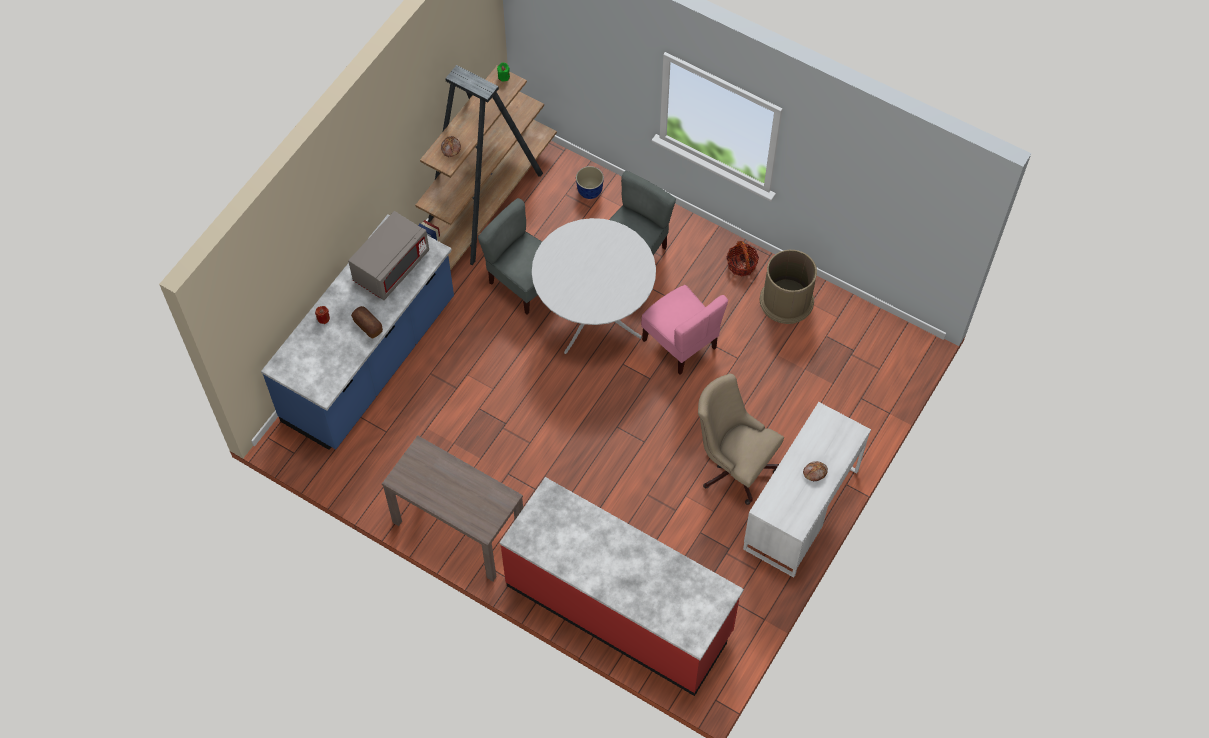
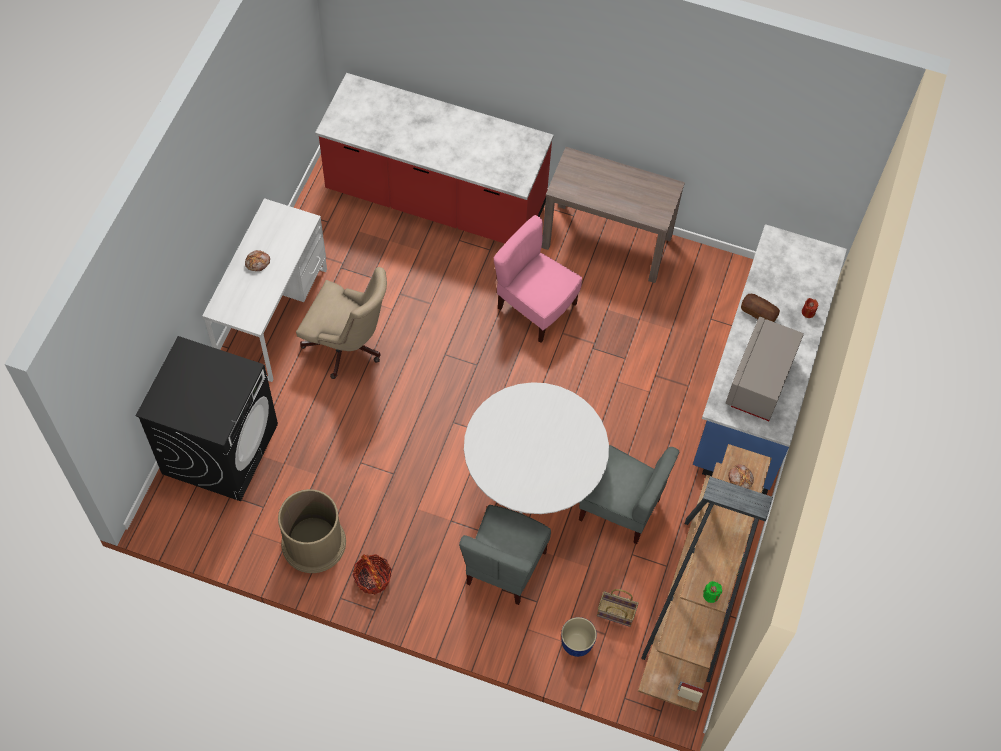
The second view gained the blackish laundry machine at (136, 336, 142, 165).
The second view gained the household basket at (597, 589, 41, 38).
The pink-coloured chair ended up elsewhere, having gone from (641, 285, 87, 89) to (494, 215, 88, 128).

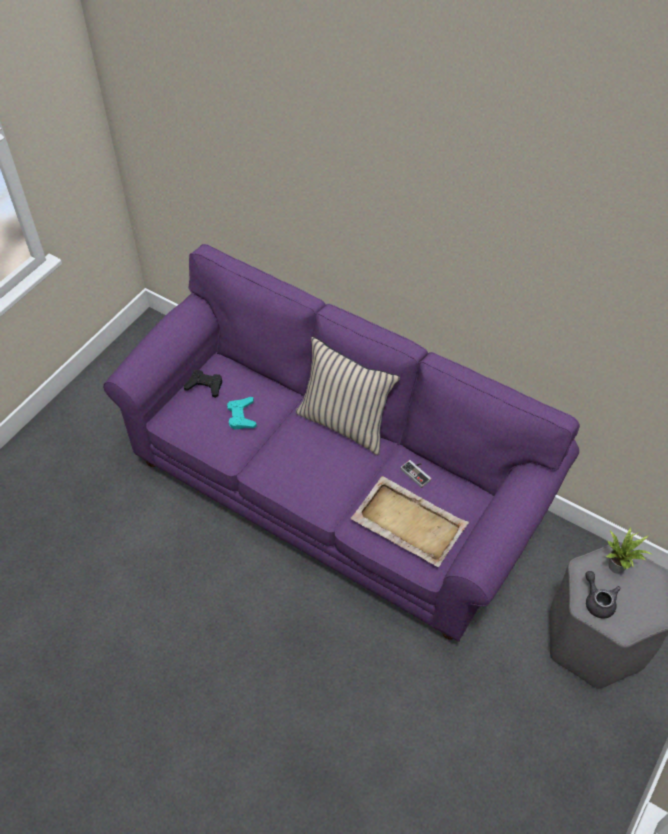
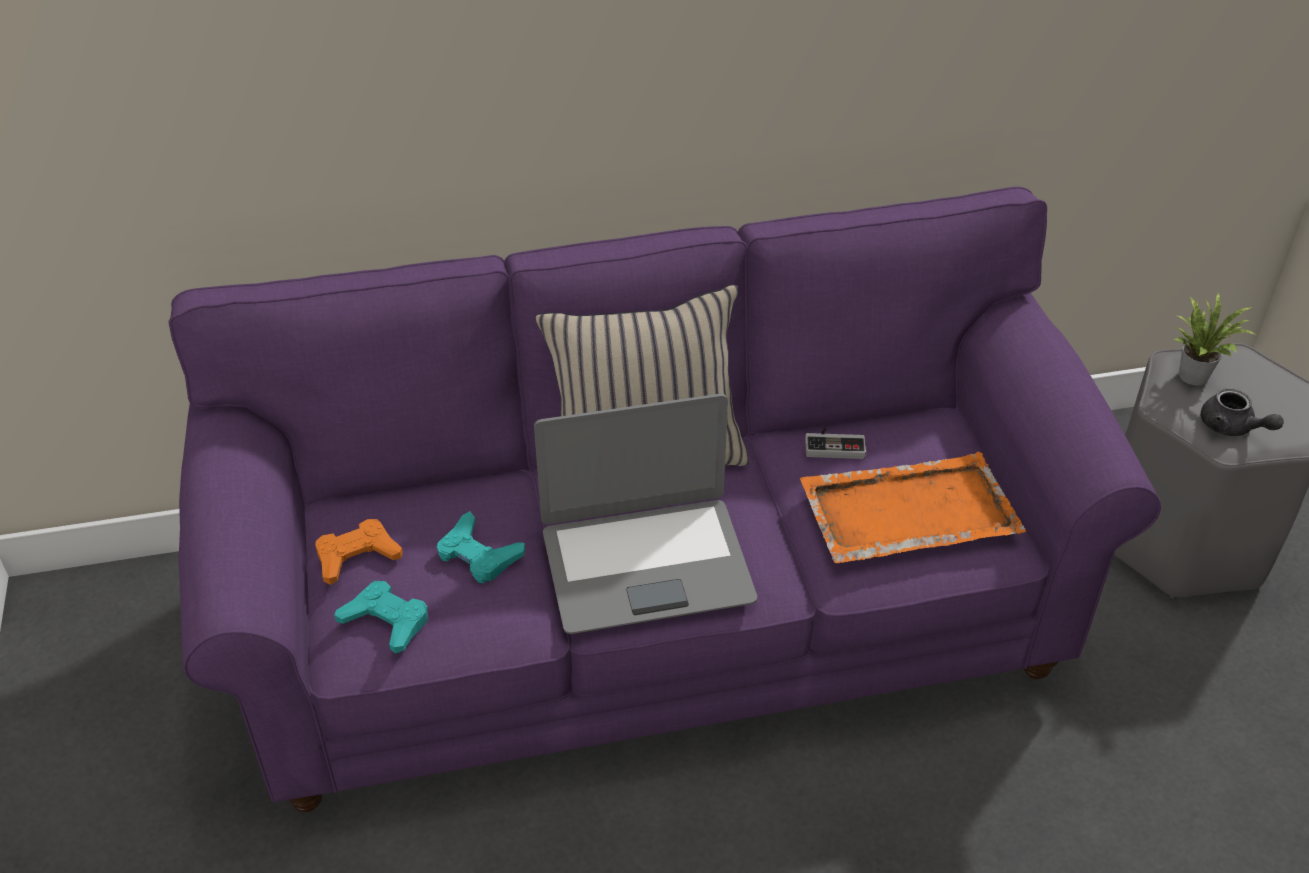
The second view gained the turquoise-coloured gamepad at (334, 581, 94, 73).
The second view gained the laptop at (534, 394, 223, 240).
What was the blackish gamepad at (184, 370, 38, 28) turned into the orange gamepad at (315, 519, 88, 66).
What was the beige carrying tray at (351, 476, 118, 91) turned into the orange carrying tray at (800, 452, 226, 111).
The greyish pot for tea at (585, 571, 36, 47) ended up facing another way, 150 degrees counterclockwise from before.

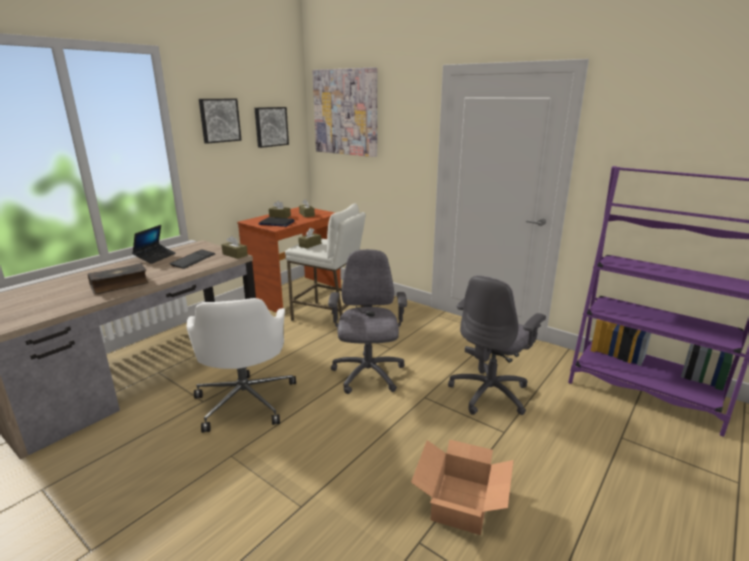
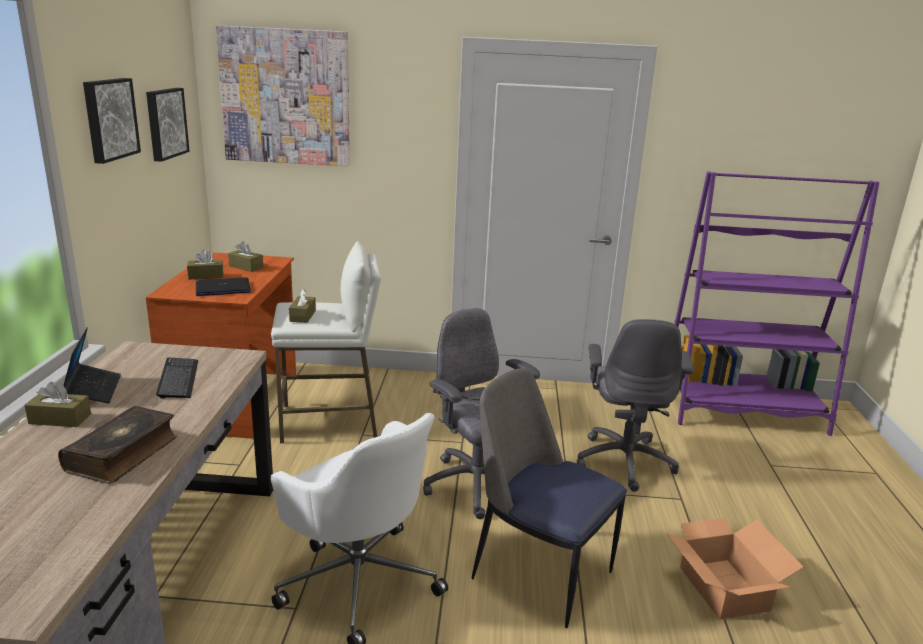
The second view gained the chair at (471, 368, 156, 260).
The brownish box of tissues ended up elsewhere, having gone from (222, 236, 26, 23) to (24, 382, 67, 45).

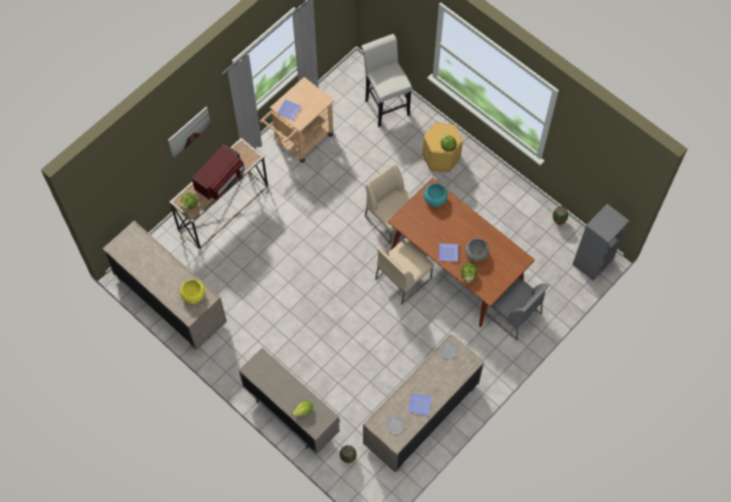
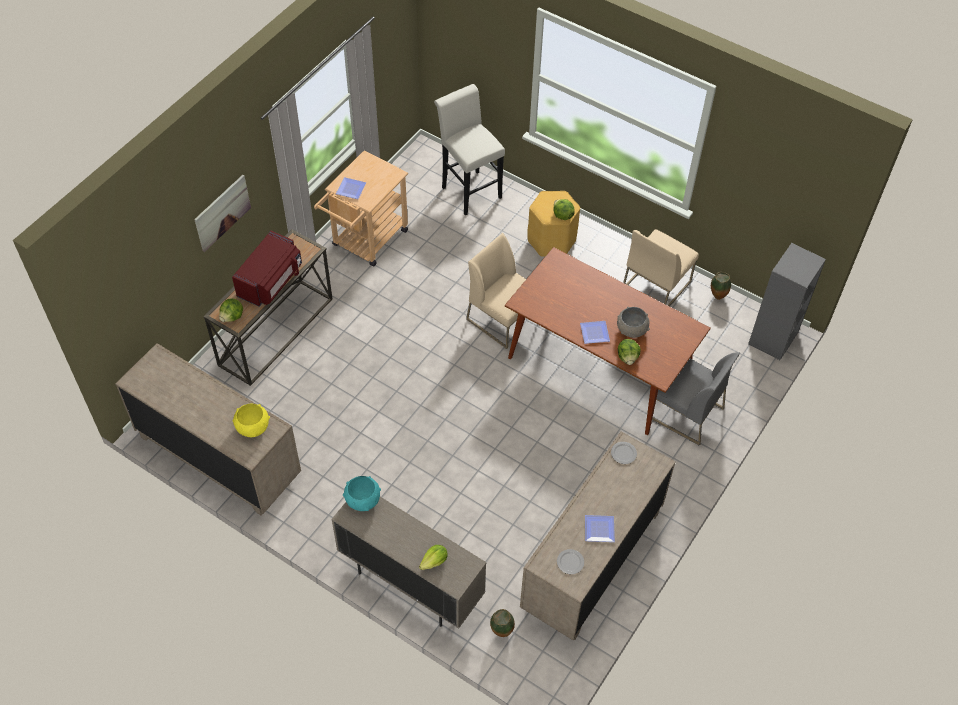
The beige chair ended up elsewhere, having gone from (375, 238, 59, 67) to (623, 229, 76, 77).
The turquoise-coloured serving bowl ended up elsewhere, having gone from (423, 184, 25, 23) to (343, 476, 38, 35).

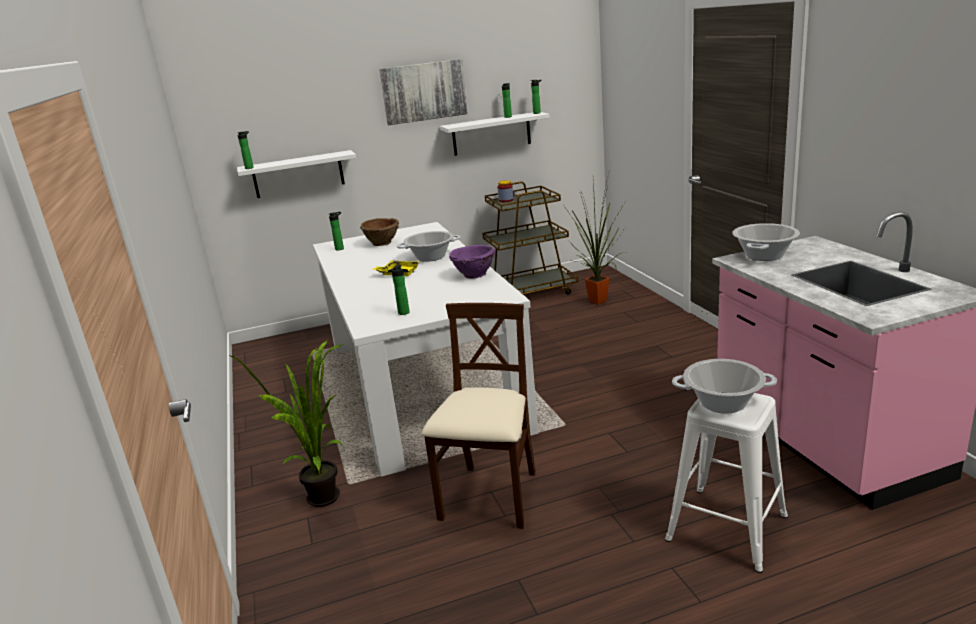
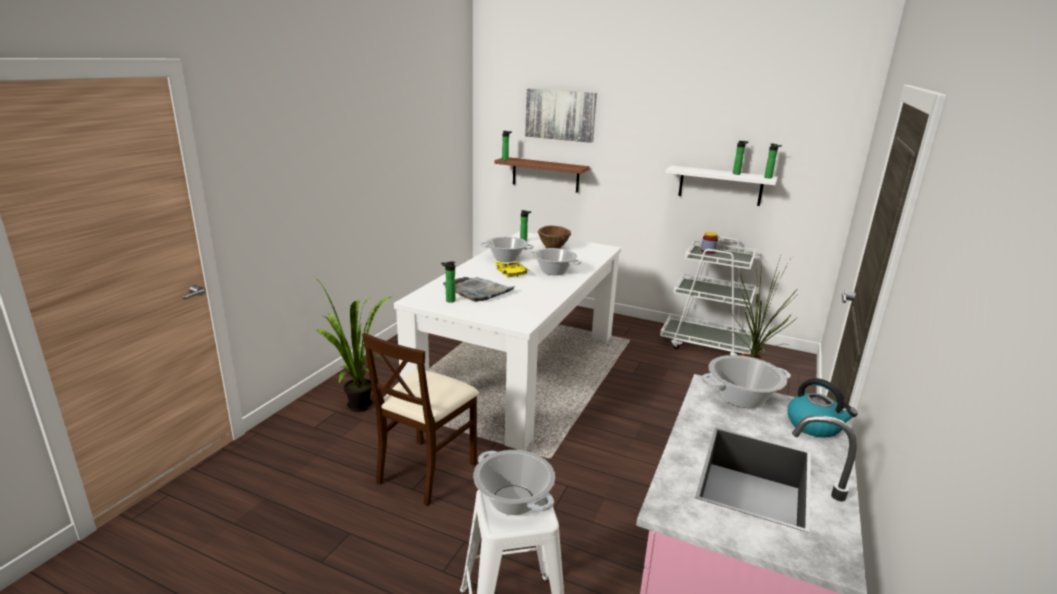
The second view lost the purplish serving bowl at (449, 245, 46, 34).
The second view gained the greyish carrying tray at (443, 277, 72, 25).
The second view gained the cooking pot at (480, 237, 54, 25).
The second view gained the kettle at (787, 378, 70, 60).
The wall art ended up elsewhere, having gone from (379, 59, 89, 66) to (525, 89, 72, 54).
What was the whitish shelf at (237, 150, 119, 48) turned into the brownish shelf at (494, 157, 96, 36).
What was the brownish wheeled cart at (482, 181, 96, 114) turned into the whitish wheeled cart at (660, 236, 96, 119).
The beige chair at (421, 303, 115, 226) ended up facing another way, 150 degrees clockwise from before.

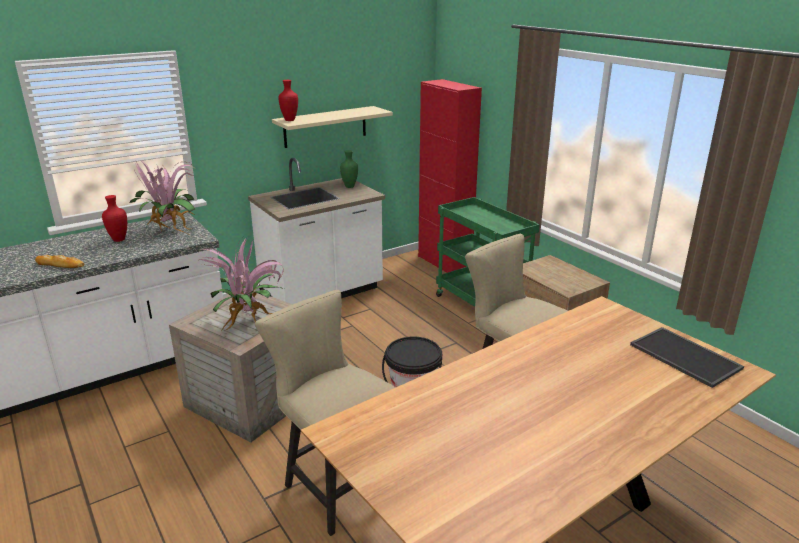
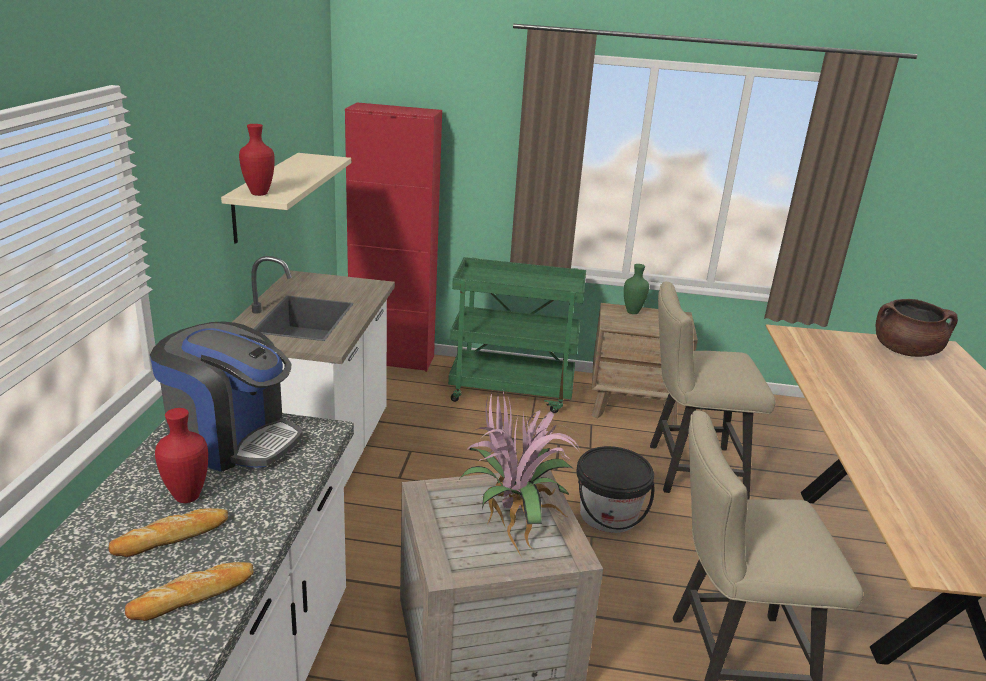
The second view gained the baked bread at (109, 508, 119, 49).
The green-coloured vase ended up elsewhere, having gone from (340, 150, 18, 38) to (624, 264, 25, 50).
Where the plant in a pot stood at (129, 159, 66, 74), the coffee brewer came to stand at (150, 321, 153, 151).
Where the carrying tray stood at (630, 327, 114, 61), the brownish cooking pot came to stand at (875, 299, 83, 58).

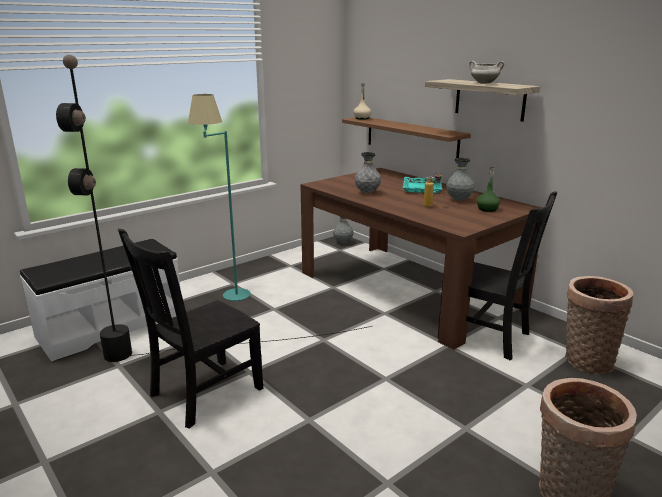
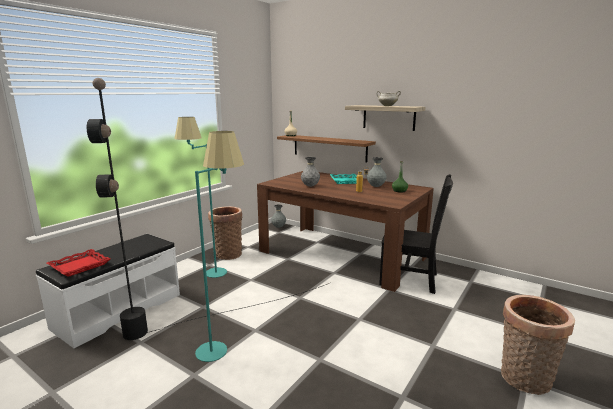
The second view gained the reddish carrying tray at (47, 249, 63, 28).
The household basket ended up elsewhere, having gone from (565, 276, 69, 98) to (208, 206, 35, 54).
Where the blackish chair stood at (118, 229, 145, 200), the turquoise-coloured standing lamp came to stand at (195, 131, 49, 231).

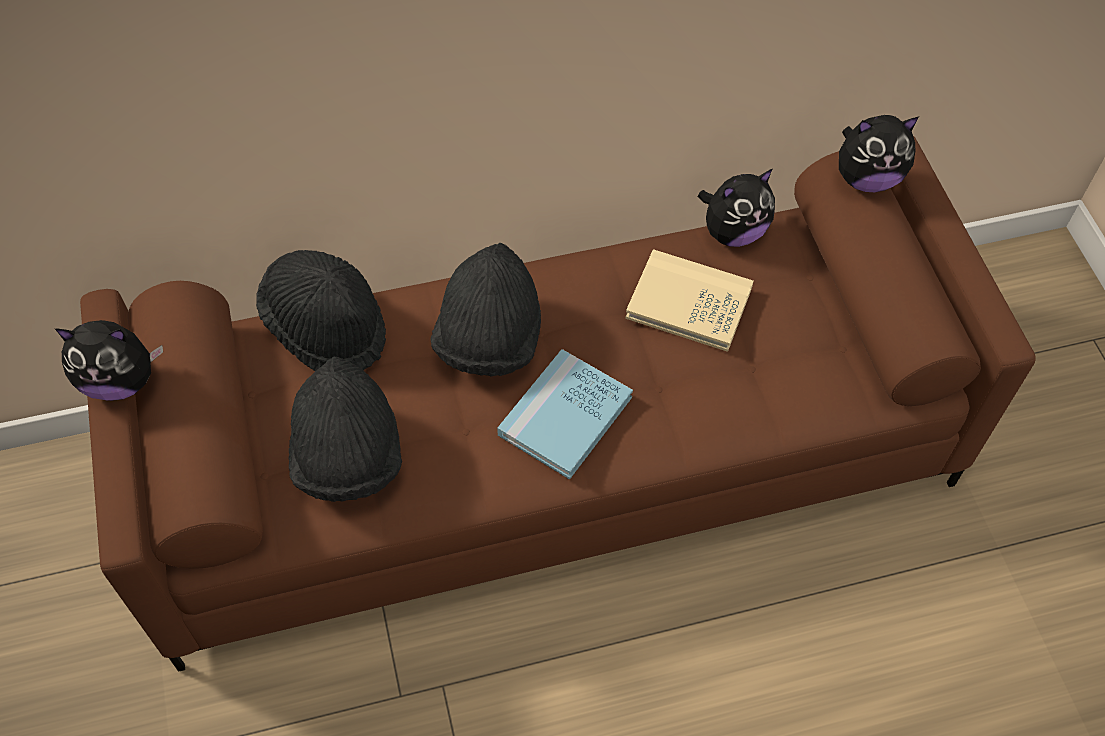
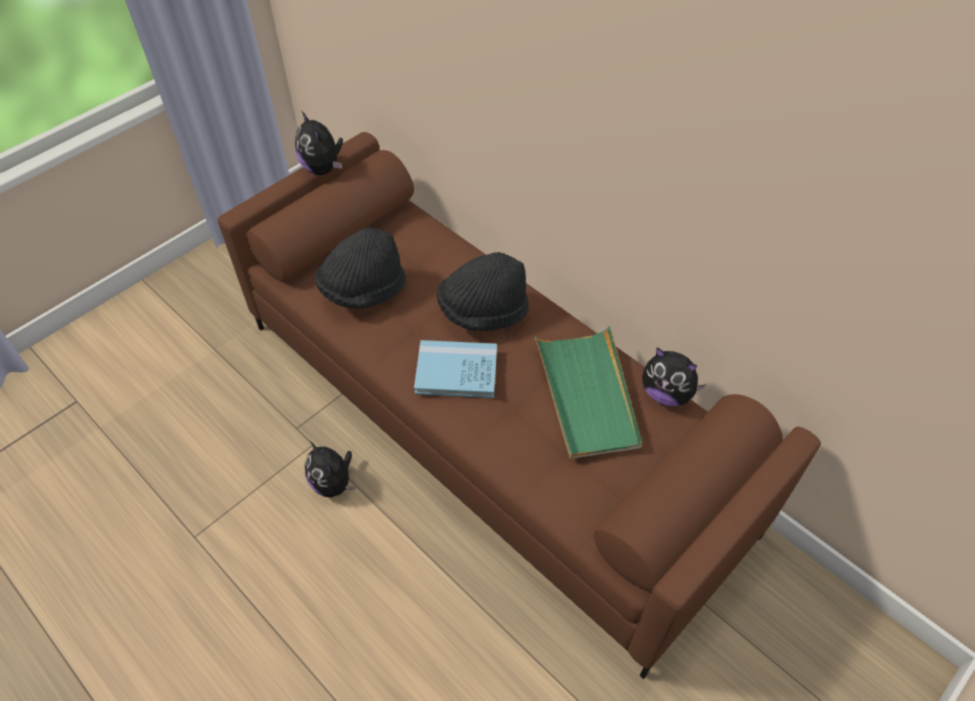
The second view lost the blackish clothing hat at (256, 250, 130, 121).
The plush toy ended up elsewhere, having gone from (839, 115, 80, 77) to (305, 442, 51, 55).
Where the beige bound book stood at (625, 249, 129, 103), the green-coloured carrying tray came to stand at (535, 326, 107, 133).

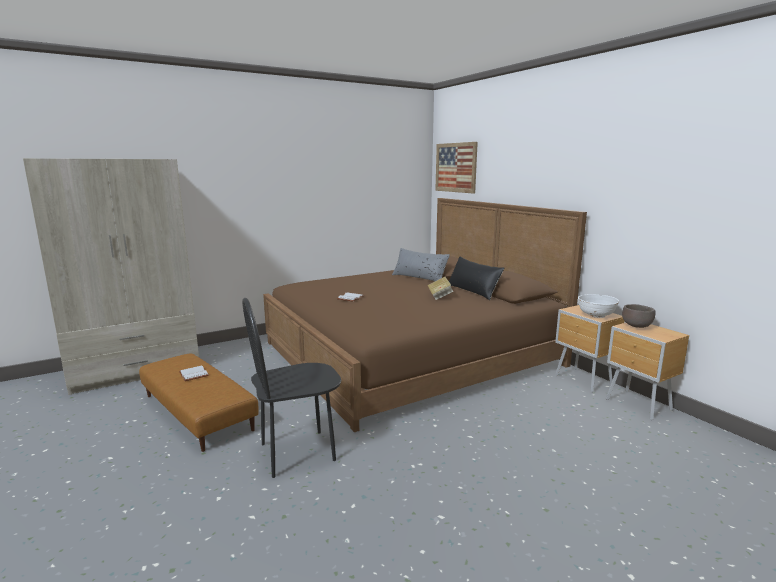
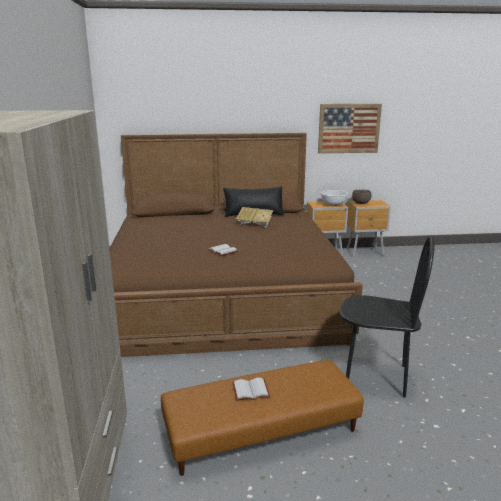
The second view lost the greyish pillow at (392, 248, 58, 33).
The wall art ended up elsewhere, having gone from (435, 142, 43, 52) to (318, 104, 64, 50).
The blackish chair at (242, 298, 99, 180) ended up facing another way, 75 degrees counterclockwise from before.

